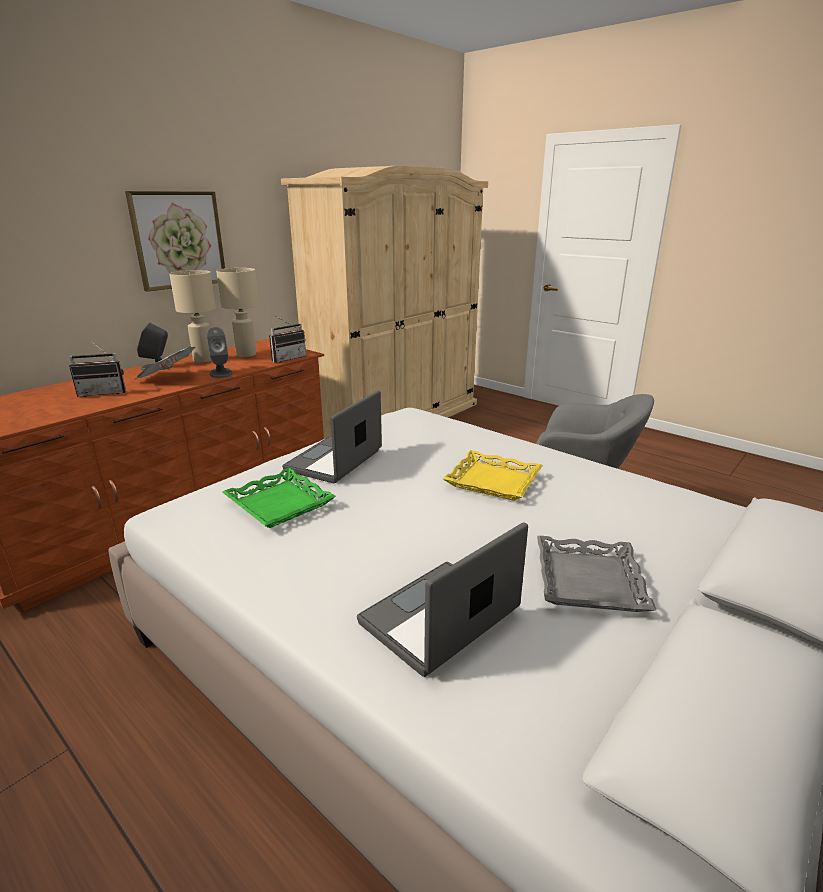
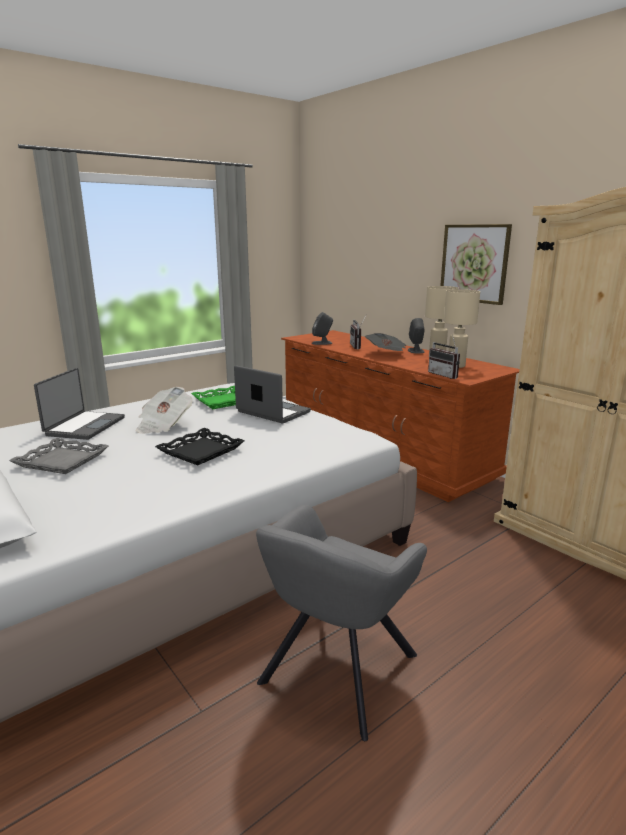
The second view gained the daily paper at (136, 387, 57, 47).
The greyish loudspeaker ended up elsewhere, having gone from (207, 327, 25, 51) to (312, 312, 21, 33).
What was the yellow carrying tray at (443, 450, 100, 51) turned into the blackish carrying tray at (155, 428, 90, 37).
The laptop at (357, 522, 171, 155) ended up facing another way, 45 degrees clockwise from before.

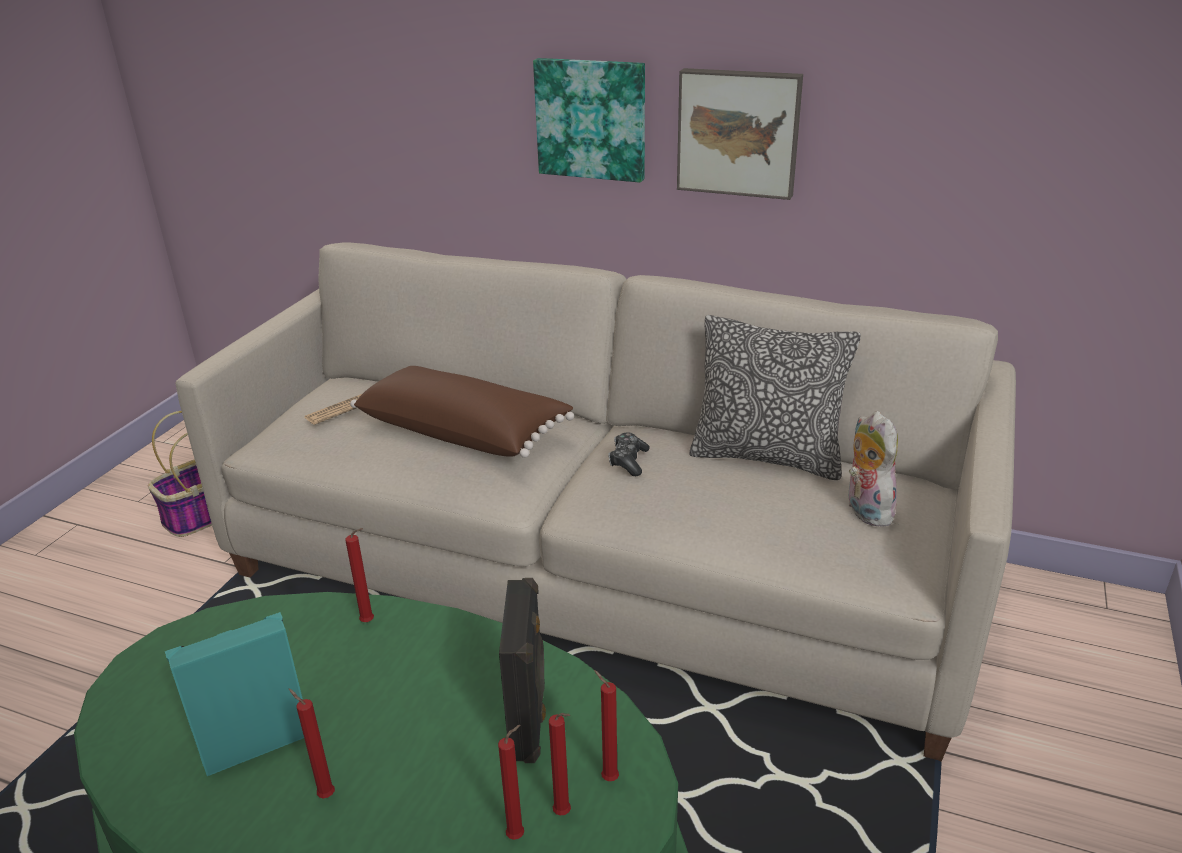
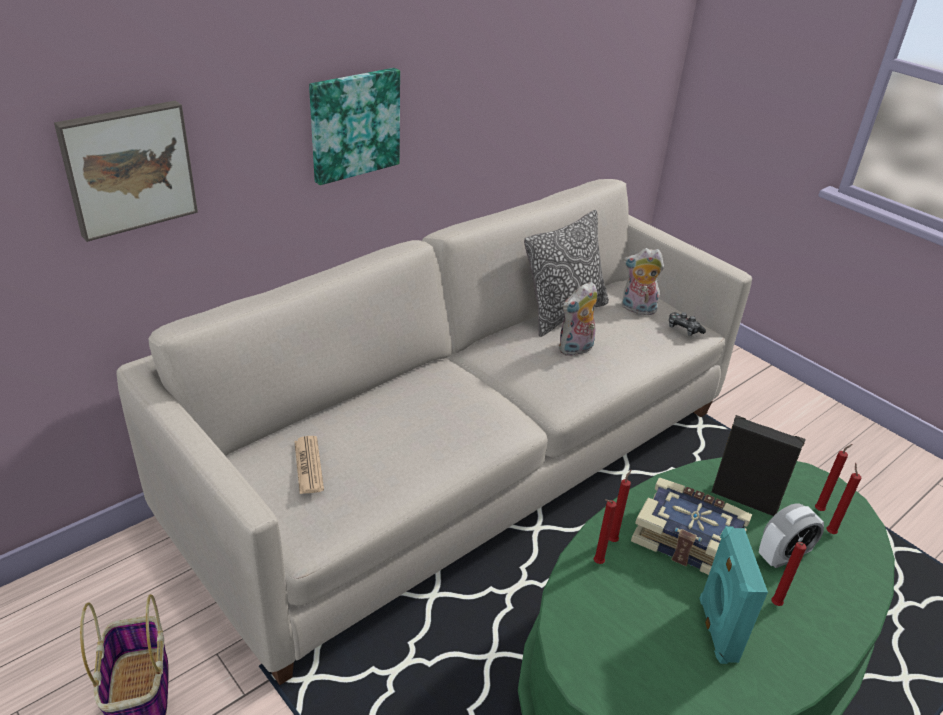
The second view lost the brownish pillow at (350, 366, 224, 92).
The second view gained the plush toy at (559, 282, 38, 74).
The second view gained the bound book at (631, 477, 121, 98).
The second view gained the alarm clock at (759, 503, 65, 65).
The reddish wax candle ended up elsewhere, having gone from (594, 670, 25, 111) to (594, 499, 23, 65).
The gamepad ended up elsewhere, having gone from (608, 432, 42, 44) to (669, 312, 37, 24).
The wall art ended up elsewhere, having gone from (677, 68, 126, 132) to (54, 101, 144, 141).

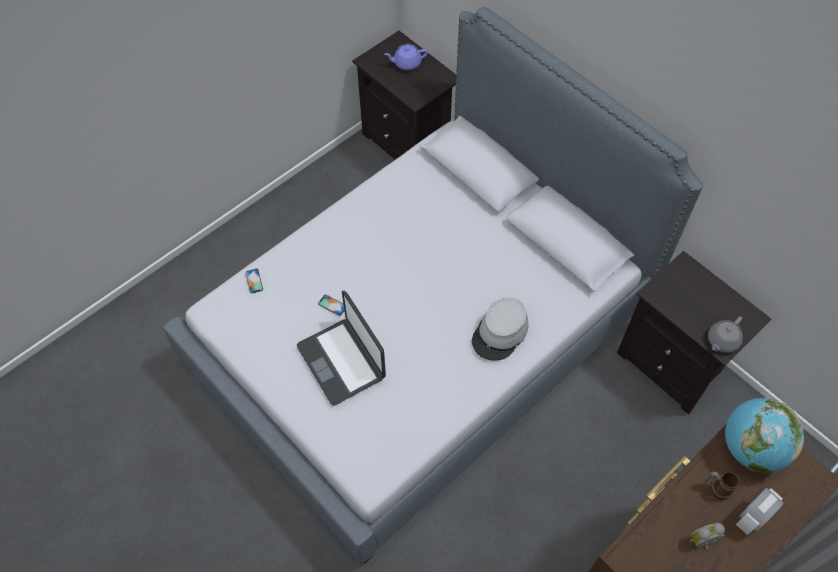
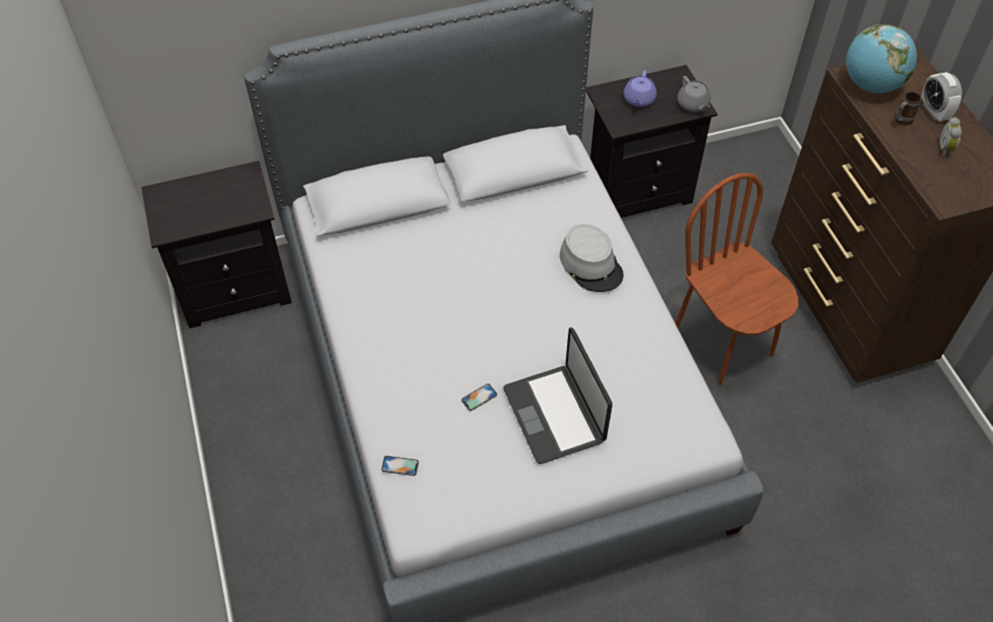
The second view gained the brownish chair at (675, 173, 123, 212).
The purplish pot for tea ended up elsewhere, having gone from (384, 44, 44, 26) to (624, 70, 33, 37).
The laptop at (297, 291, 89, 115) ended up facing another way, 75 degrees clockwise from before.

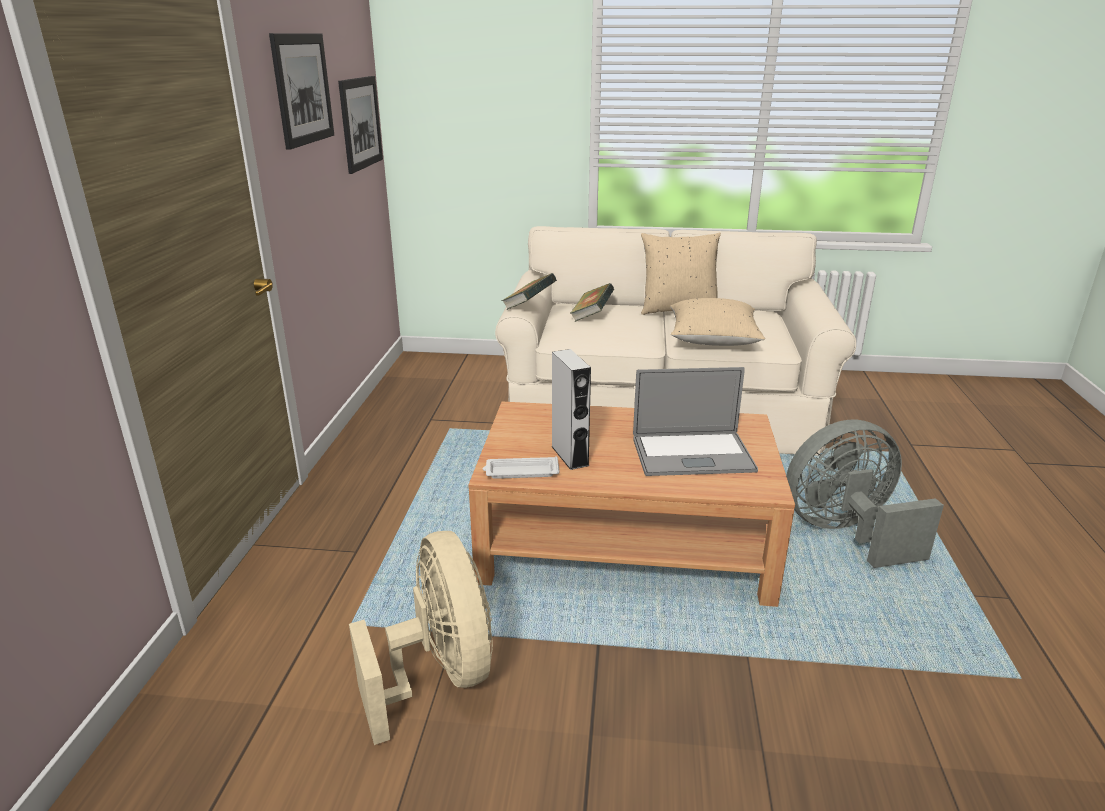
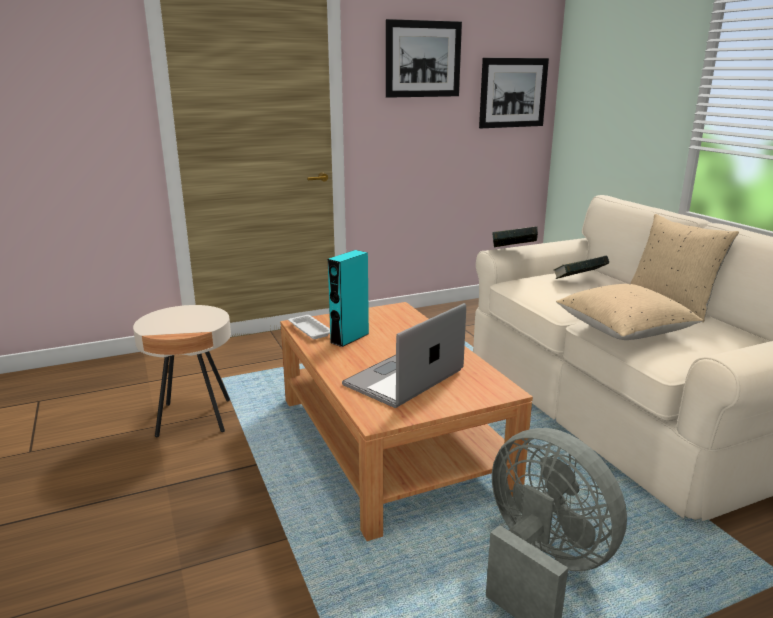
Where the beige cooling fan stood at (349, 531, 144, 214), the beige accent table came to stand at (133, 305, 98, 132).
What was the greyish loudspeaker at (551, 349, 40, 121) turned into the turquoise-coloured loudspeaker at (328, 250, 41, 97).
The laptop at (633, 367, 125, 109) ended up facing another way, 75 degrees clockwise from before.

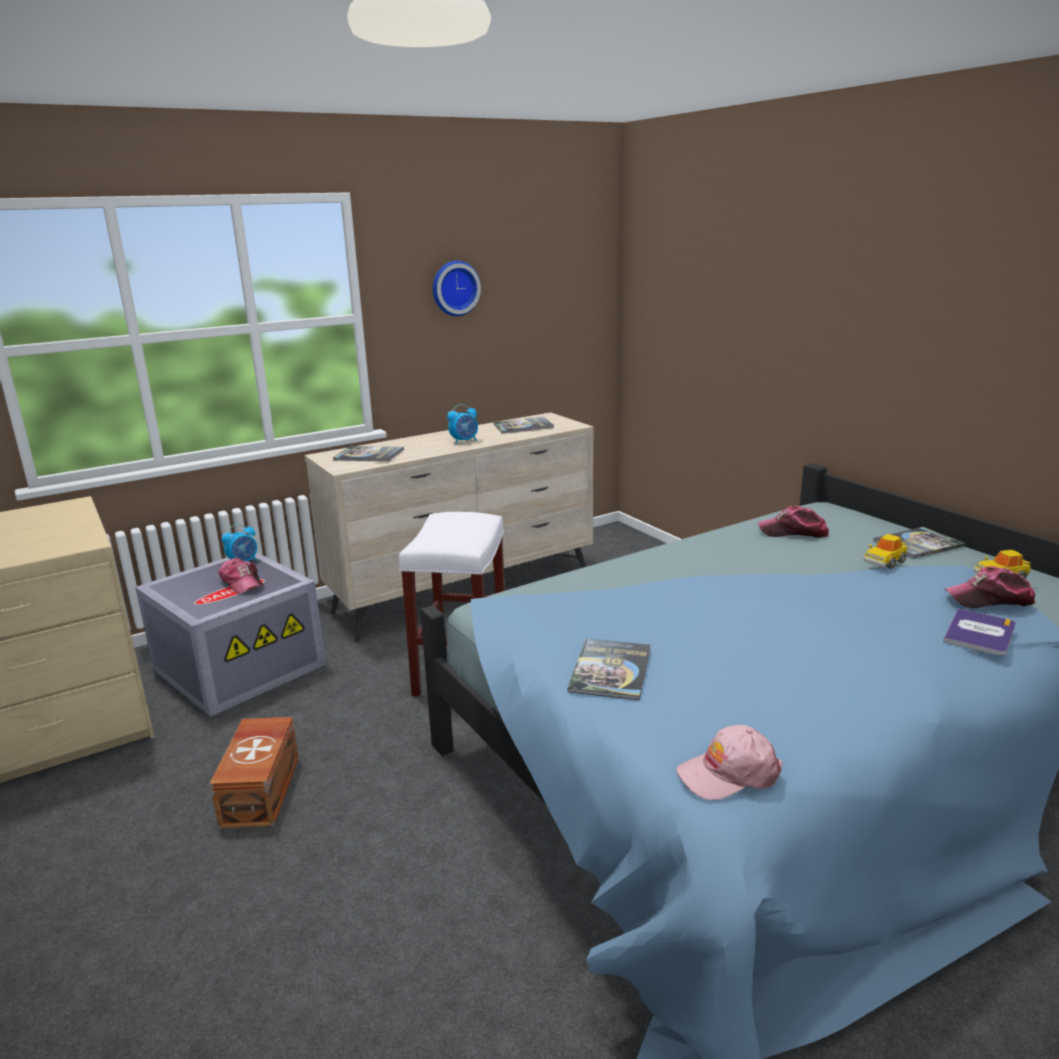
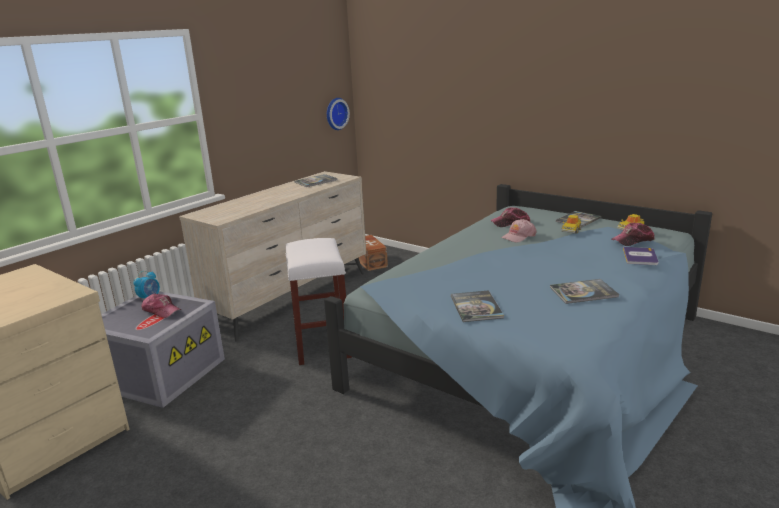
The second view lost the alarm clock at (447, 404, 31, 40).
The brownish storage bin ended up elsewhere, having gone from (210, 717, 89, 112) to (358, 235, 30, 36).
The bound book ended up elsewhere, having gone from (333, 446, 71, 16) to (550, 279, 70, 25).
The clock on the wall ended up elsewhere, having gone from (433, 261, 48, 55) to (327, 98, 23, 32).
The pink-coloured cap ended up elsewhere, having gone from (676, 725, 107, 75) to (501, 219, 36, 23).

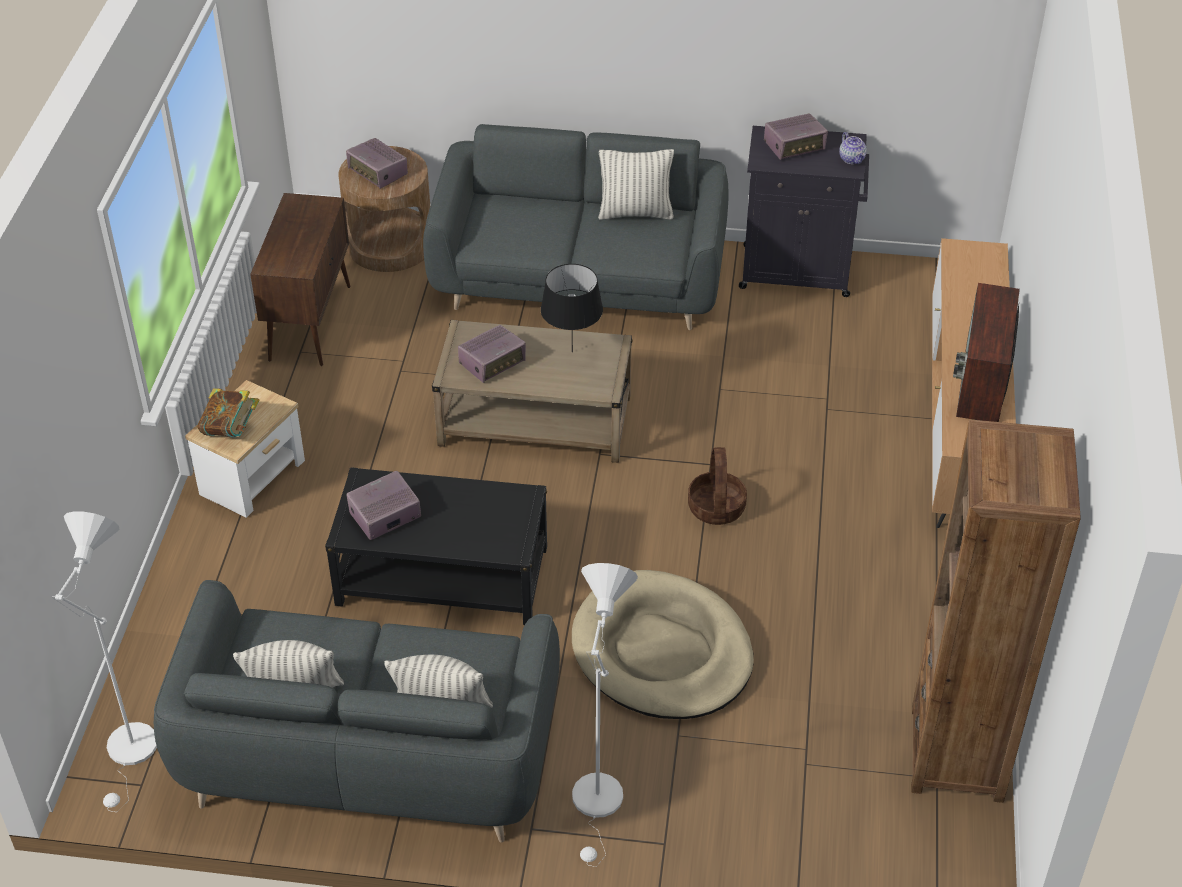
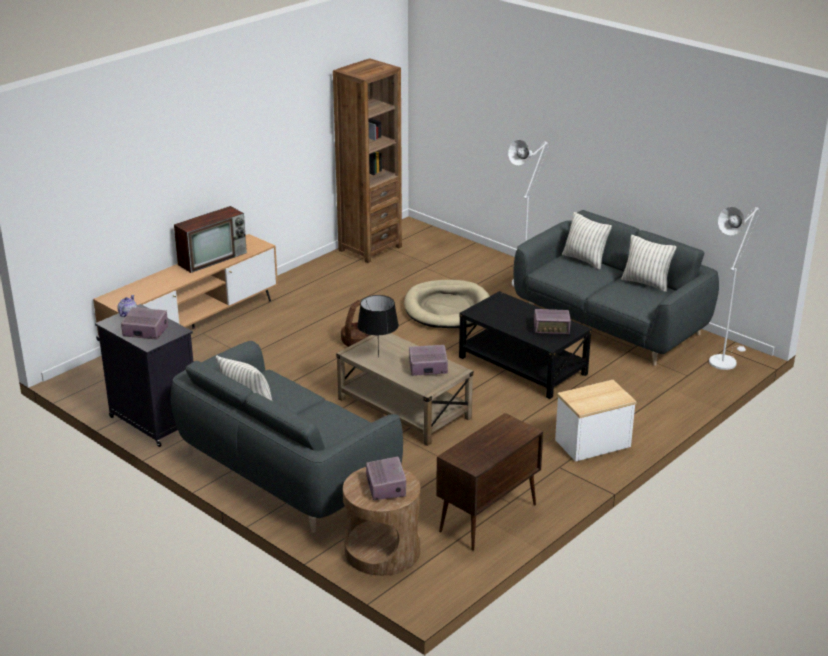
The second view lost the bound book at (197, 388, 62, 49).

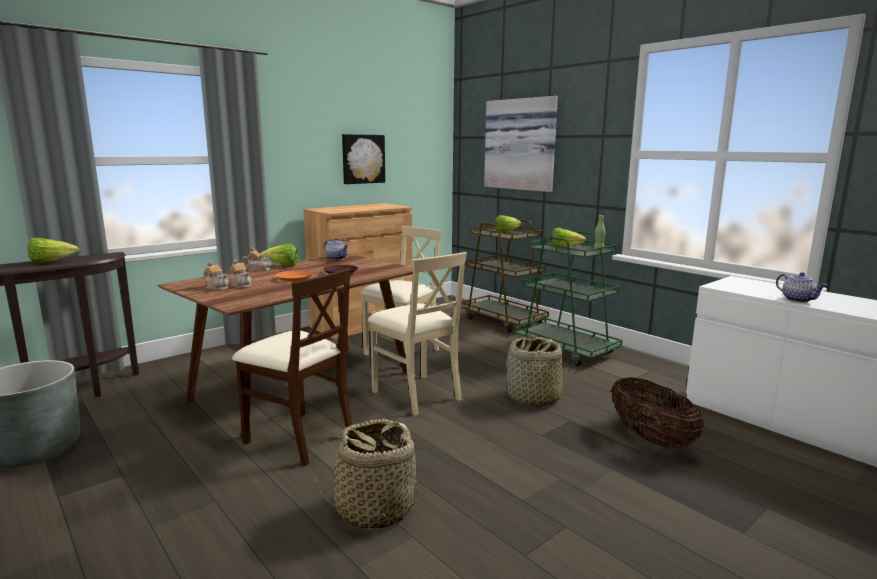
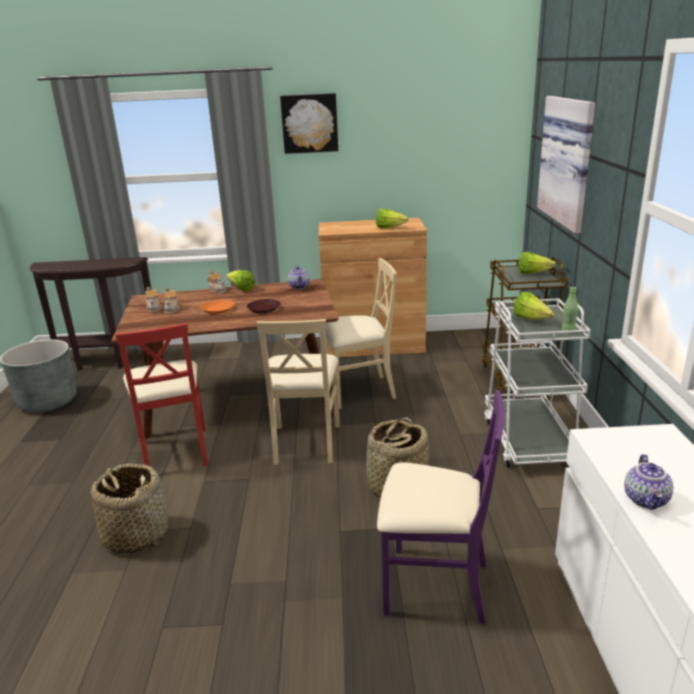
The head of lettuce ended up elsewhere, having gone from (28, 237, 51, 26) to (376, 208, 33, 20).
The wall art ended up elsewhere, having gone from (342, 134, 43, 50) to (280, 93, 58, 61).
Where the household basket stood at (611, 377, 93, 72), the purplish chair came to stand at (377, 390, 127, 234).
What was the beige chair at (232, 268, 120, 198) turned into the reddish chair at (115, 323, 93, 143).
What was the green-coloured wheeled cart at (514, 231, 108, 135) turned into the whitish wheeled cart at (484, 298, 107, 169).

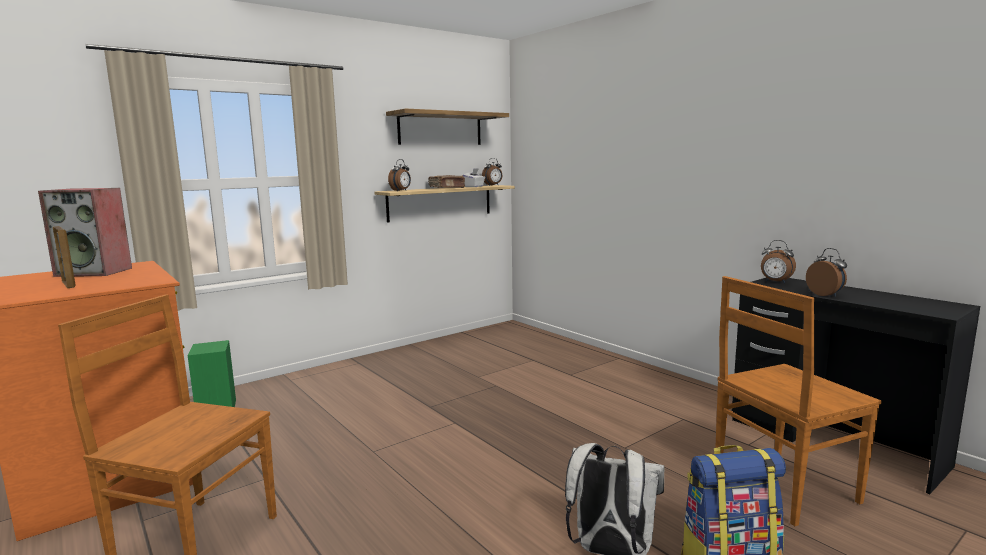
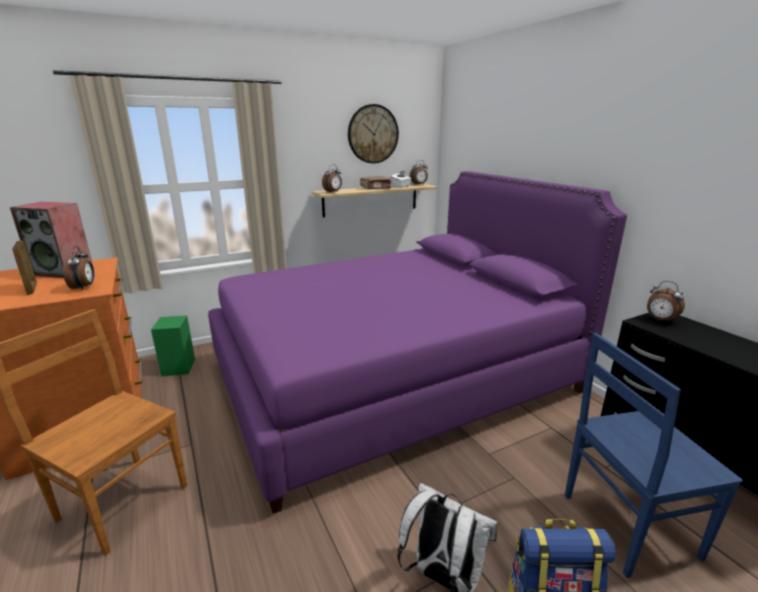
The second view gained the purplish bedroom bed at (208, 171, 419, 343).
The alarm clock ended up elsewhere, having gone from (806, 248, 41, 49) to (63, 246, 31, 44).
Where the shelf hung at (386, 108, 123, 37), the clock on the wall came to hang at (348, 104, 51, 60).
What was the brownish chair at (715, 276, 167, 250) turned into the bluish chair at (565, 333, 178, 245).

